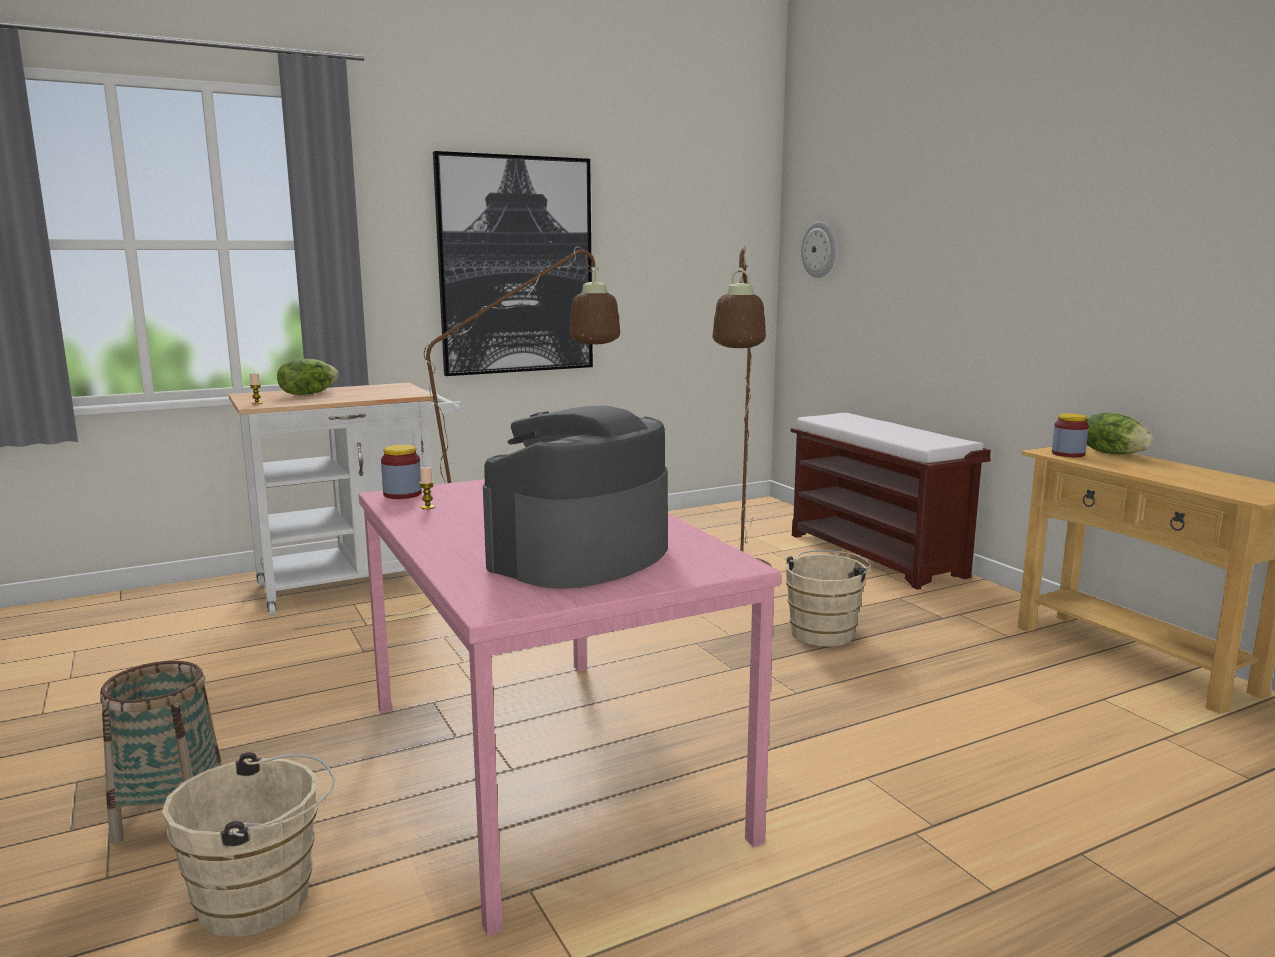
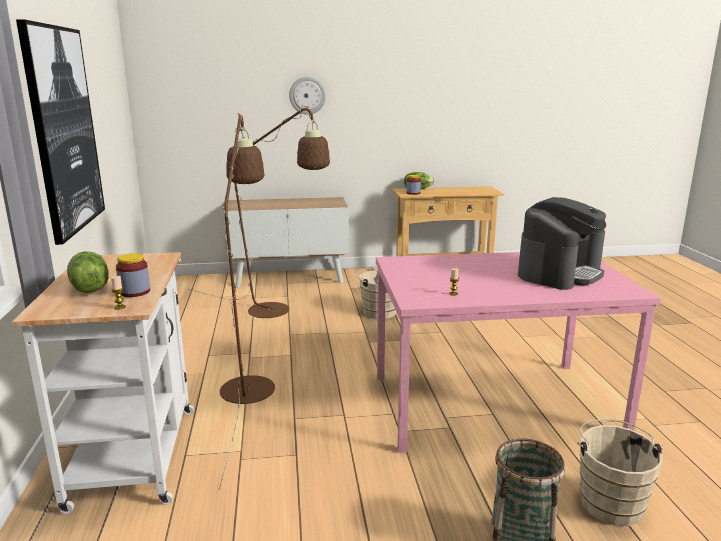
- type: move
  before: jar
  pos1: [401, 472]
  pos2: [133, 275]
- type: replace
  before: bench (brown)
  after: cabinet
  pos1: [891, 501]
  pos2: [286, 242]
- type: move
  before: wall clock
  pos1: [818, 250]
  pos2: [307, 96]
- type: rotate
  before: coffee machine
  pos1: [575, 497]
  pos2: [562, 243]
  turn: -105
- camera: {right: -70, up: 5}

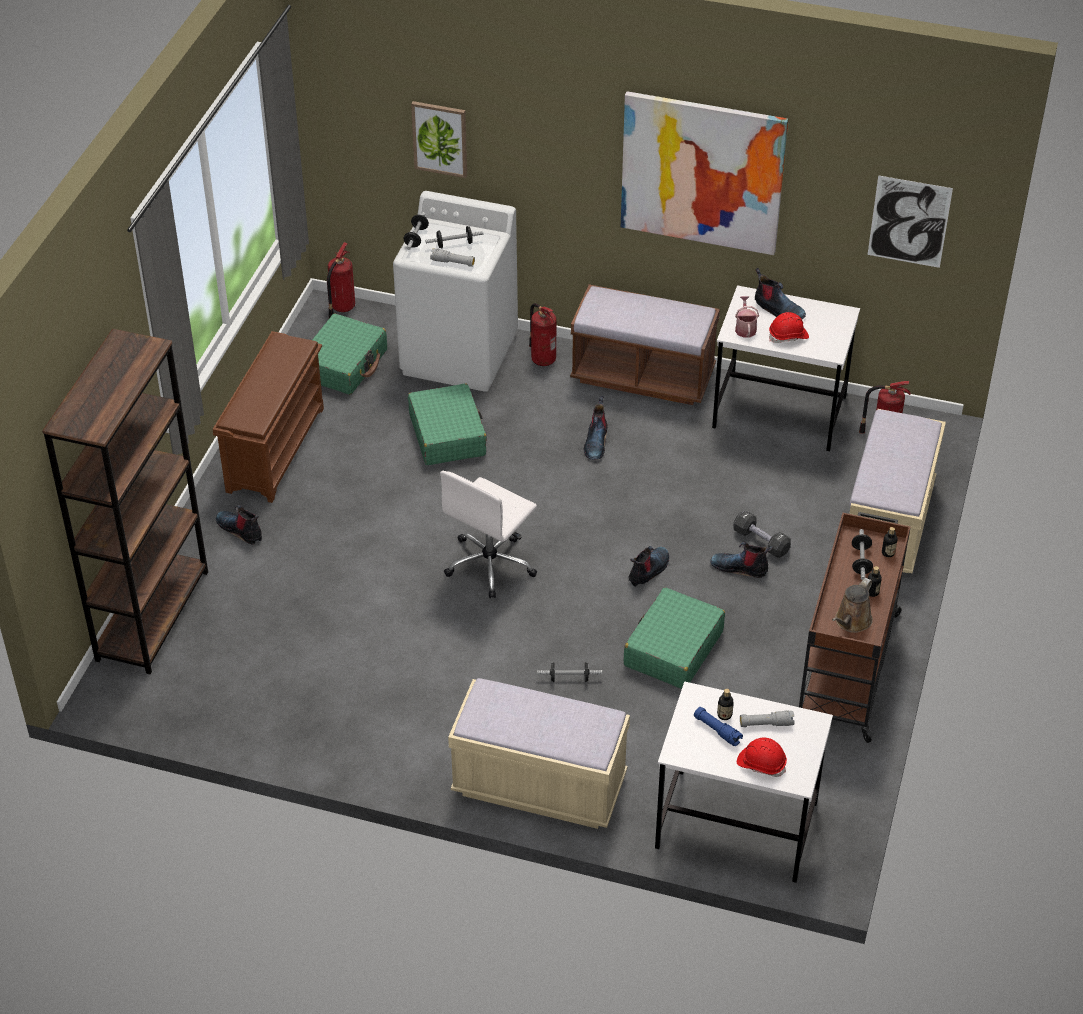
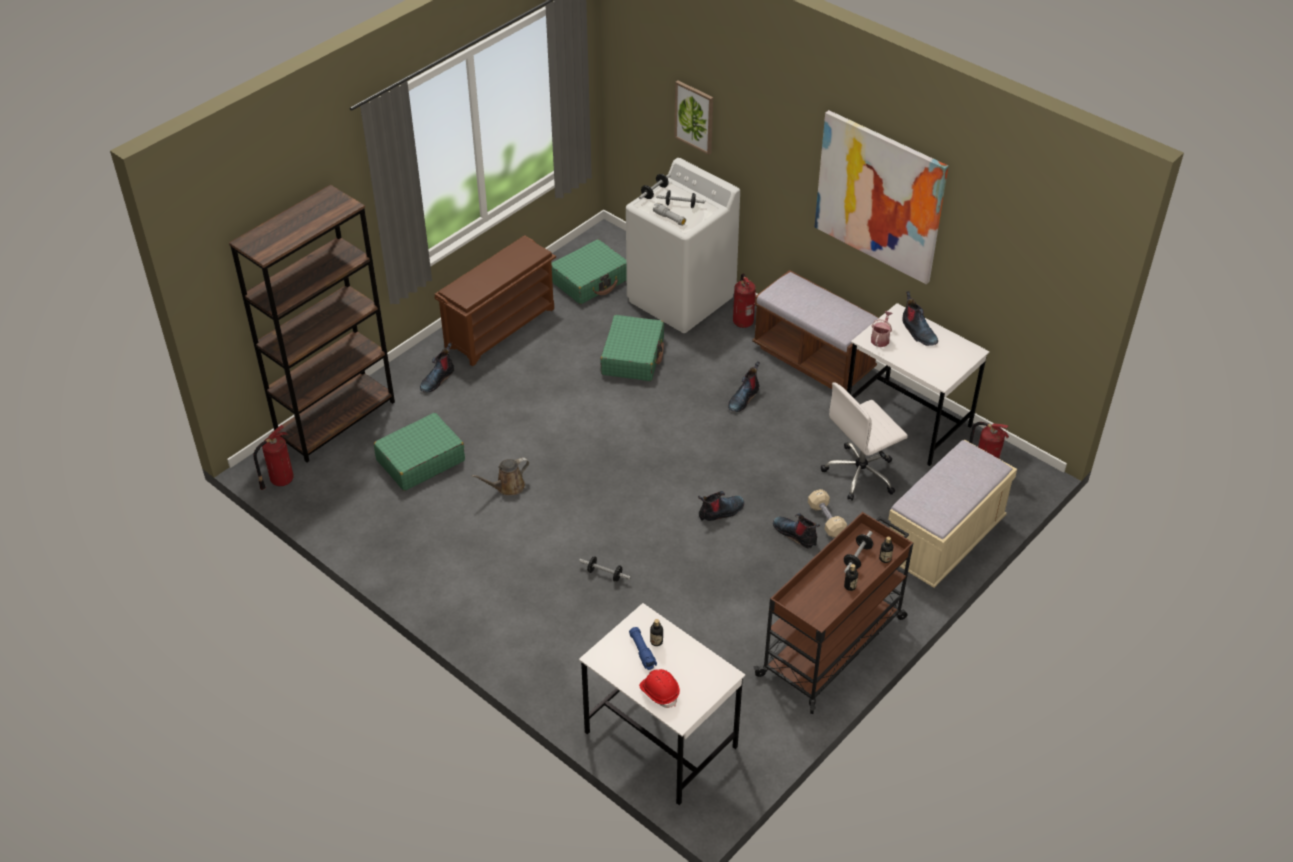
- type: move
  before: fire extinguisher
  pos1: [341, 280]
  pos2: [273, 457]
- type: move
  before: suitcase (green)
  pos1: [674, 638]
  pos2: [419, 452]
- type: rotate
  before: boot
  pos1: [239, 524]
  pos2: [437, 367]
  turn: -120
- type: move
  before: watering can (brown)
  pos1: [852, 605]
  pos2: [500, 476]
- type: recolor
  before: dumbbell (black)
  after: dumbbell (beige)
  pos1: [762, 534]
  pos2: [827, 513]
- type: move
  before: office chair (white)
  pos1: [488, 534]
  pos2: [864, 441]
- type: delete
  before: bench (beige)
  pos1: [539, 753]
- type: delete
  before: flashlight (grey)
  pos1: [767, 718]
- type: delete
  before: hard hat (red)
  pos1: [789, 327]
- type: delete
  before: picture
  pos1: [910, 221]
- camera: {right: 25, up: 0}

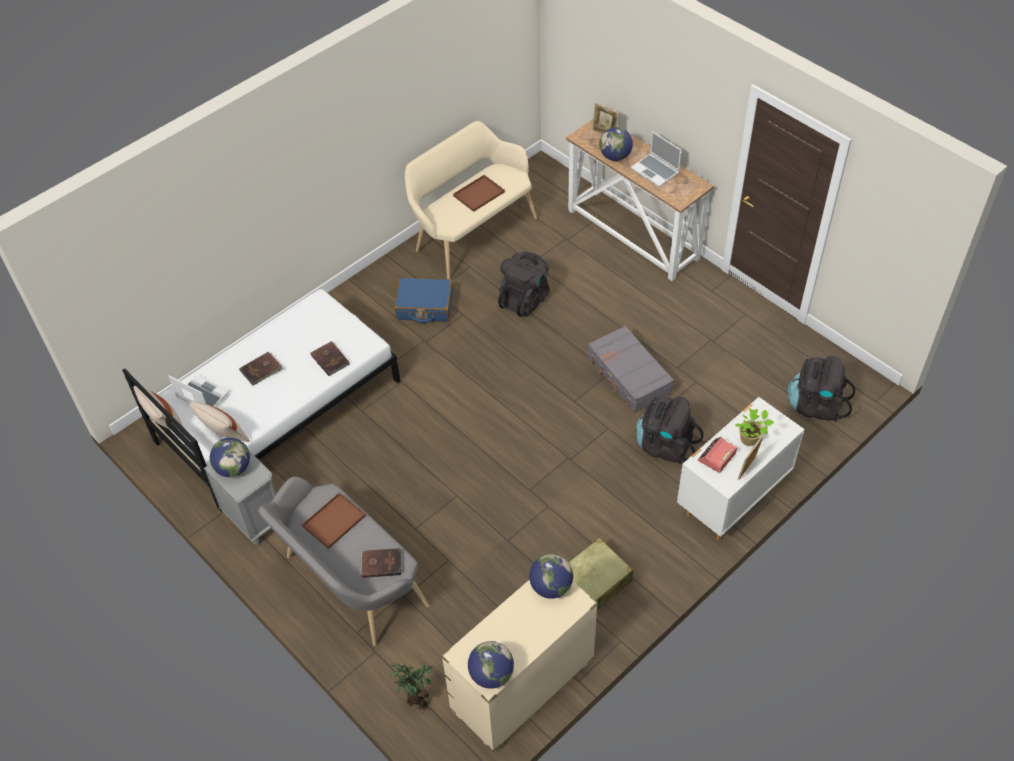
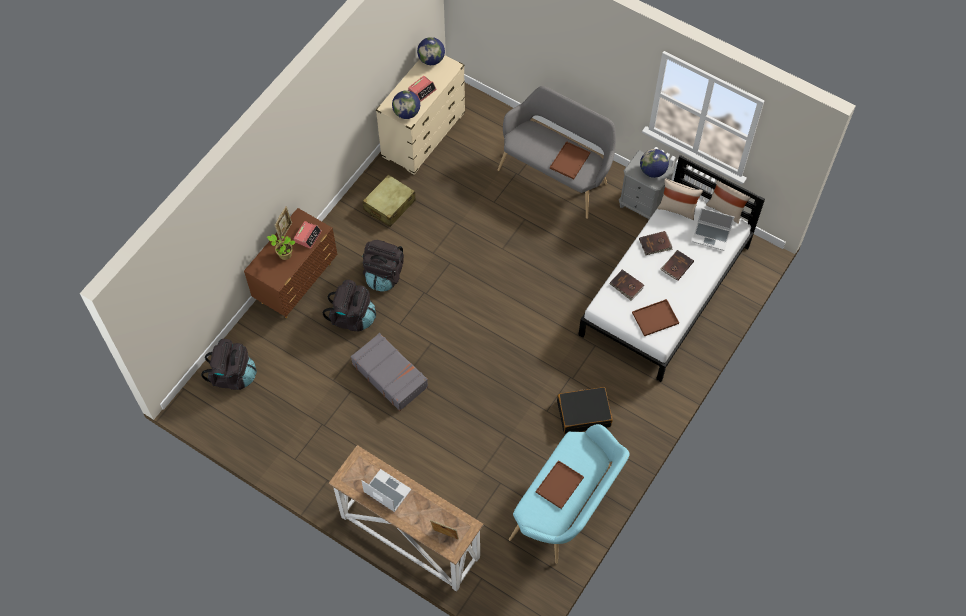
- type: recolor
  before: dresser (white)
  after: dresser (brown)
  pos1: [741, 468]
  pos2: [291, 263]
- type: move
  before: backpack (black)
  pos1: [524, 284]
  pos2: [383, 265]
- type: insert
  after: alarm clock
  pos2: [422, 89]
- type: recolor
  before: bench (beige)
  after: bench (turquoise)
  pos1: [471, 200]
  pos2: [569, 494]
- type: recolor
  before: suitcase (blue)
  after: suitcase (black)
  pos1: [423, 300]
  pos2: [585, 410]
- type: insert
  after: tray (brown)
  pos2: [655, 317]
- type: move
  before: book (brown)
  pos1: [380, 563]
  pos2: [656, 243]
- type: delete
  before: potted plant
  pos1: [411, 687]
- type: delete
  before: globe
  pos1: [616, 144]
- camera: {right: 165, up: 10}

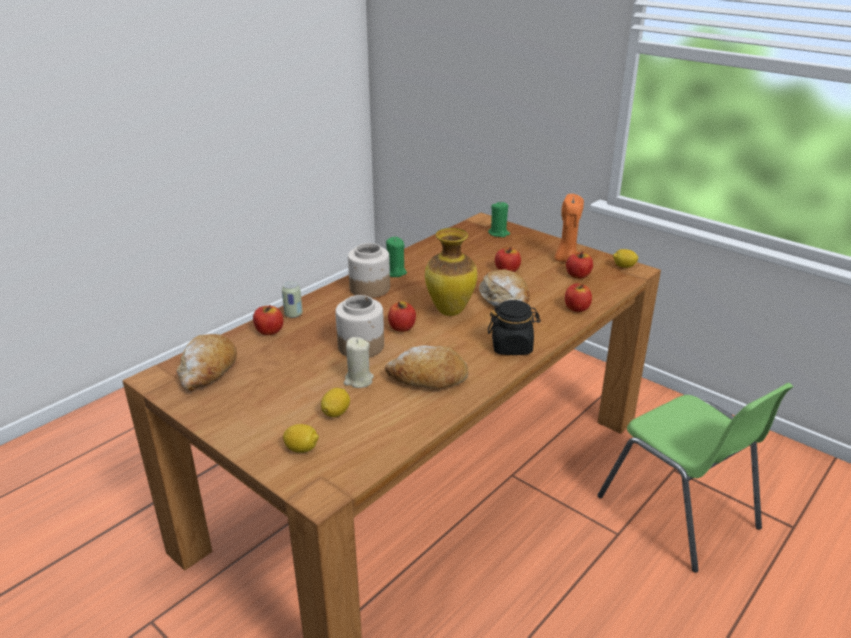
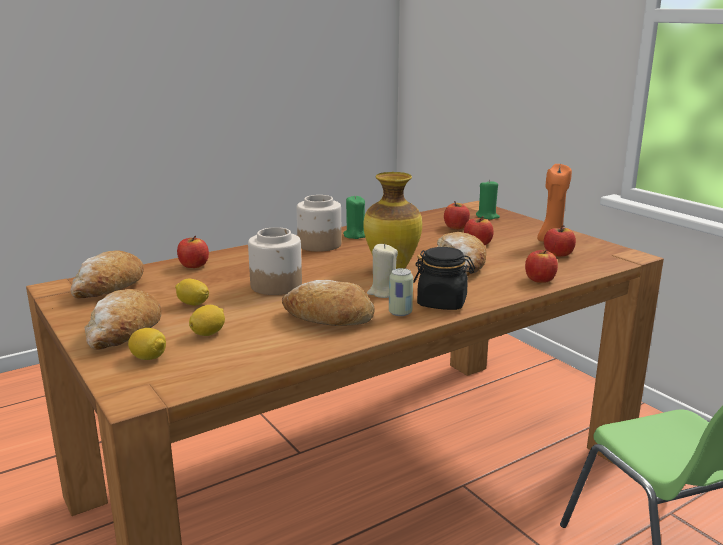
- type: insert
  after: bread
  pos2: [123, 319]
- type: move
  before: lemon
  pos1: [625, 258]
  pos2: [192, 292]
- type: move
  before: candle (beige)
  pos1: [359, 362]
  pos2: [382, 271]
- type: move
  before: can
  pos1: [292, 299]
  pos2: [401, 292]
- type: move
  before: apple
  pos1: [402, 316]
  pos2: [457, 215]
- camera: {right: 15, up: -10}

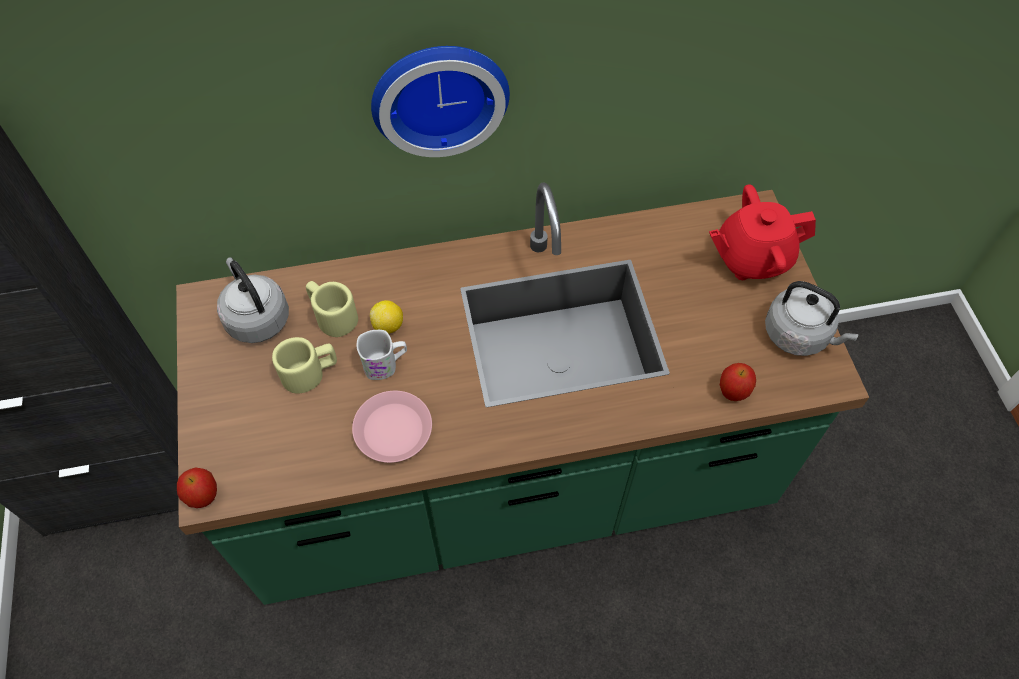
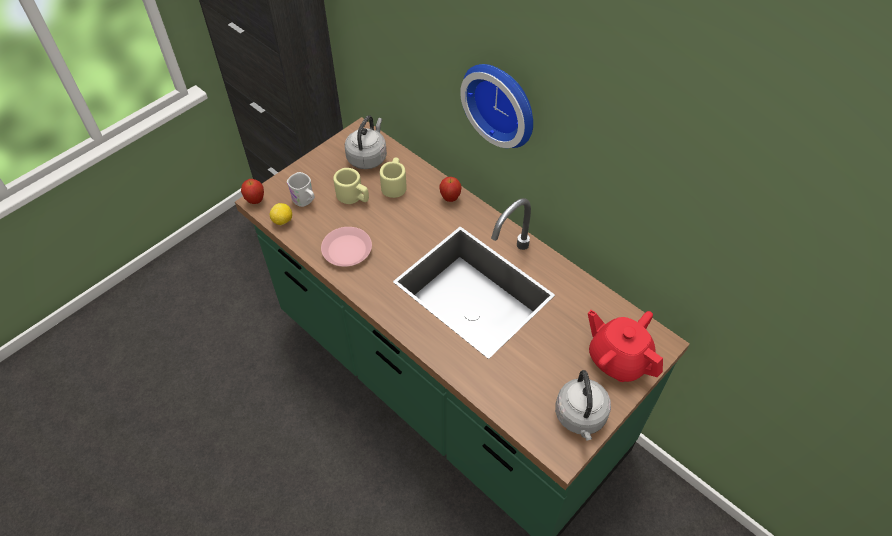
- type: move
  before: lemon
  pos1: [386, 317]
  pos2: [281, 214]
- type: move
  before: mug (white)
  pos1: [381, 355]
  pos2: [301, 189]
- type: move
  before: apple
  pos1: [738, 382]
  pos2: [450, 189]
- camera: {right: 55, up: -5}

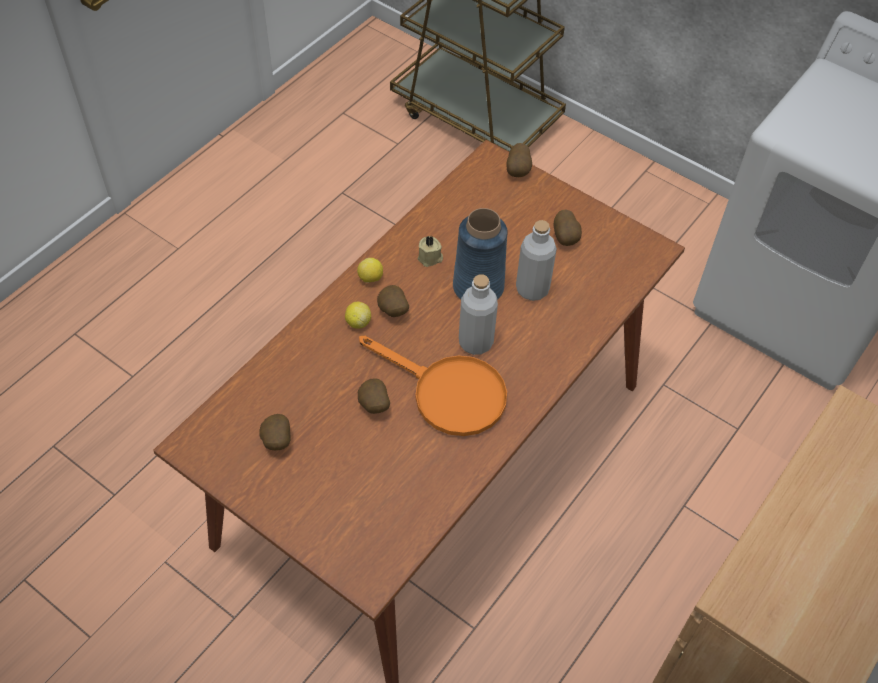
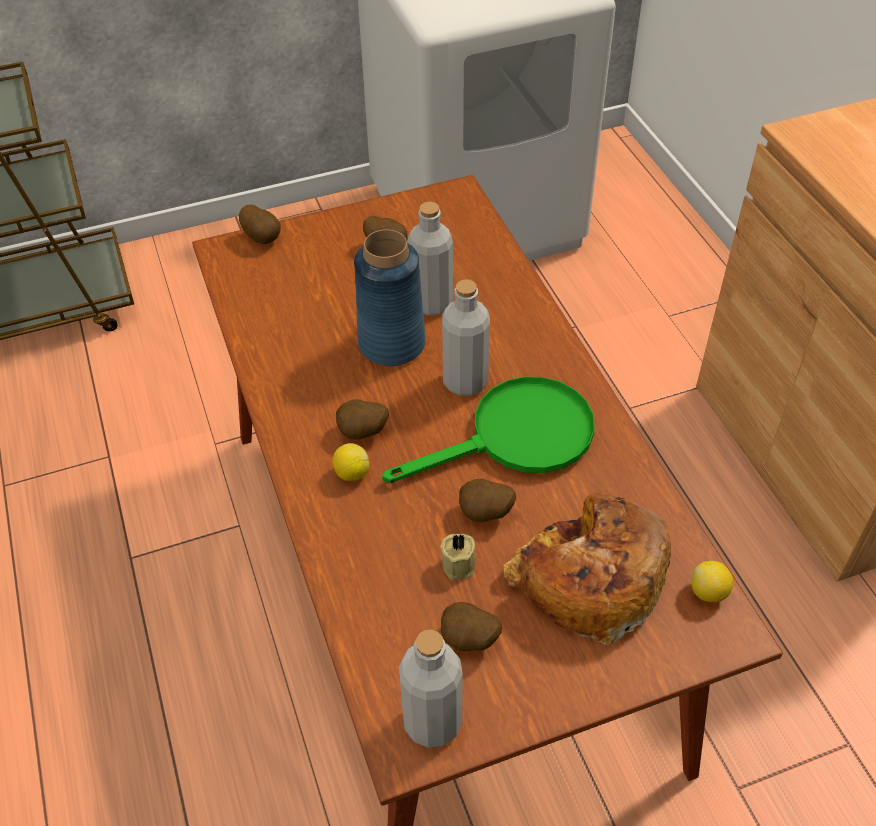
- type: recolor
  before: frying pan (orange)
  after: frying pan (green)
  pos1: [433, 386]
  pos2: [488, 430]
- type: insert
  after: bottle (grey)
  pos2: [431, 688]
- type: move
  before: candle (beige)
  pos1: [430, 251]
  pos2: [458, 556]
- type: insert
  after: bread
  pos2: [587, 569]
- type: move
  before: lemon
  pos1: [370, 270]
  pos2: [712, 581]
- camera: {right: -55, up: -5}

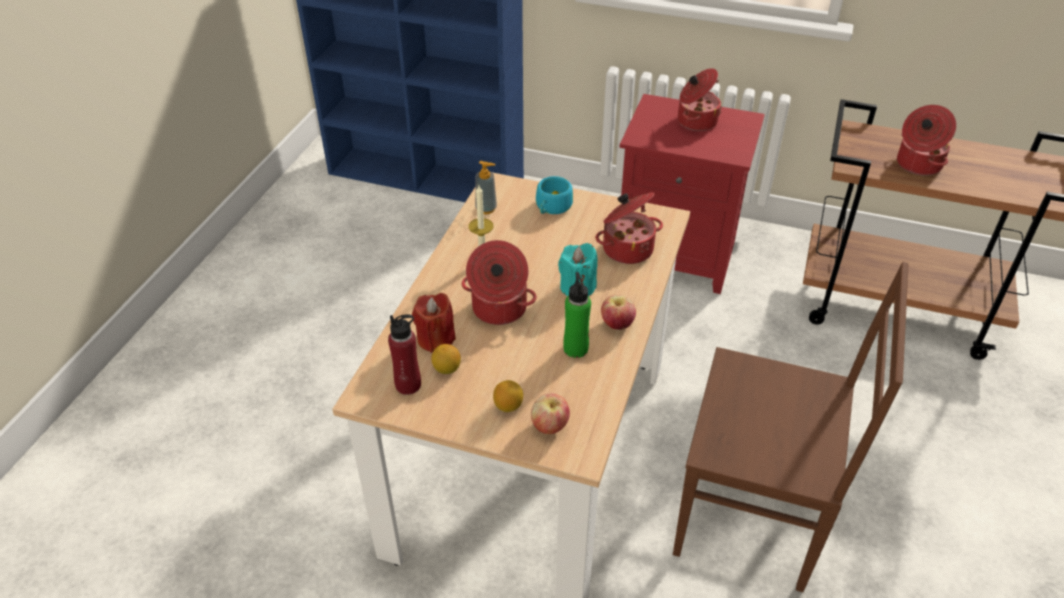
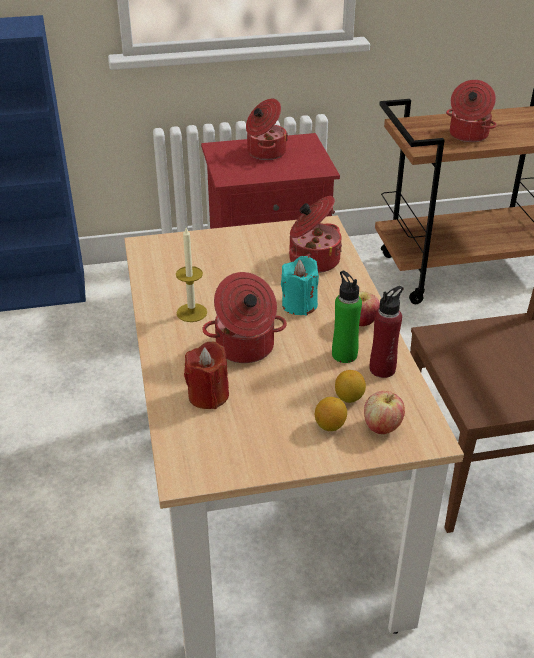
- type: move
  before: lemon
  pos1: [446, 359]
  pos2: [350, 386]
- type: move
  before: bottle (red)
  pos1: [404, 354]
  pos2: [386, 332]
- type: delete
  before: soap dispenser
  pos1: [486, 187]
- type: delete
  before: cup (turquoise)
  pos1: [554, 195]
- camera: {right: -30, up: -5}

